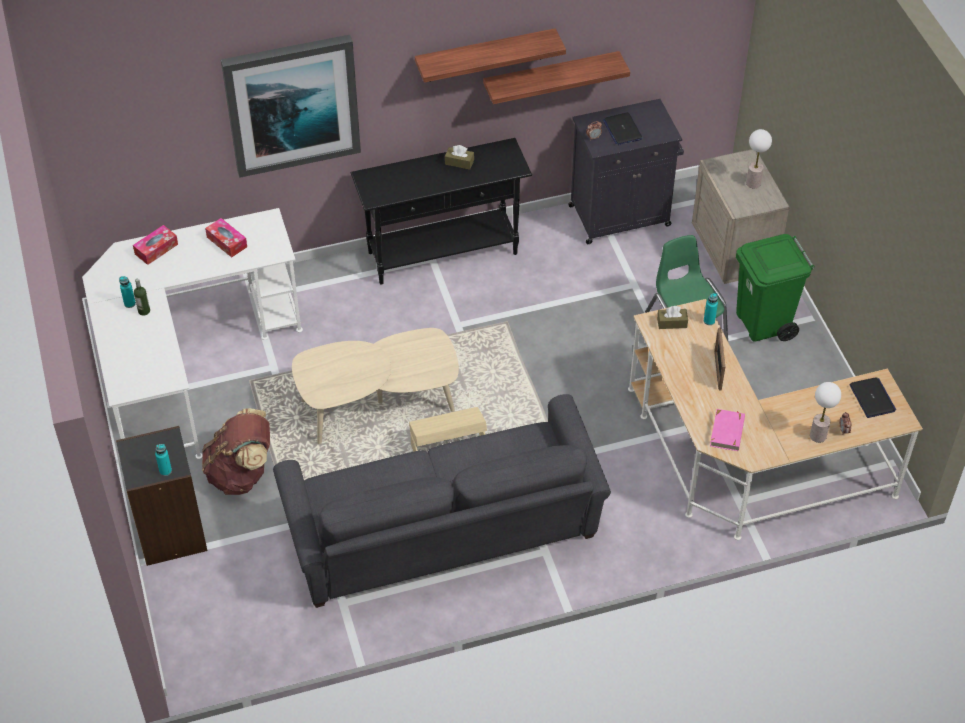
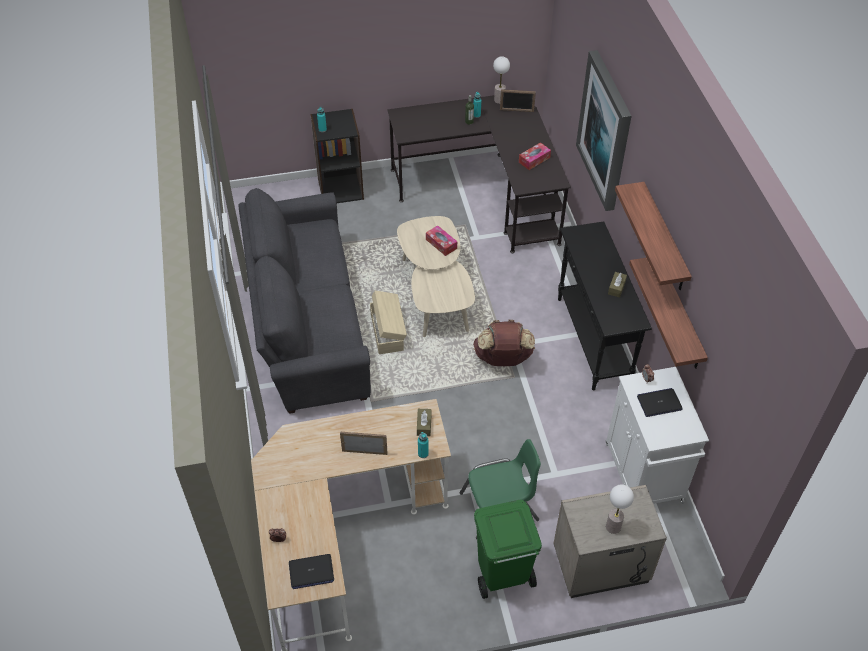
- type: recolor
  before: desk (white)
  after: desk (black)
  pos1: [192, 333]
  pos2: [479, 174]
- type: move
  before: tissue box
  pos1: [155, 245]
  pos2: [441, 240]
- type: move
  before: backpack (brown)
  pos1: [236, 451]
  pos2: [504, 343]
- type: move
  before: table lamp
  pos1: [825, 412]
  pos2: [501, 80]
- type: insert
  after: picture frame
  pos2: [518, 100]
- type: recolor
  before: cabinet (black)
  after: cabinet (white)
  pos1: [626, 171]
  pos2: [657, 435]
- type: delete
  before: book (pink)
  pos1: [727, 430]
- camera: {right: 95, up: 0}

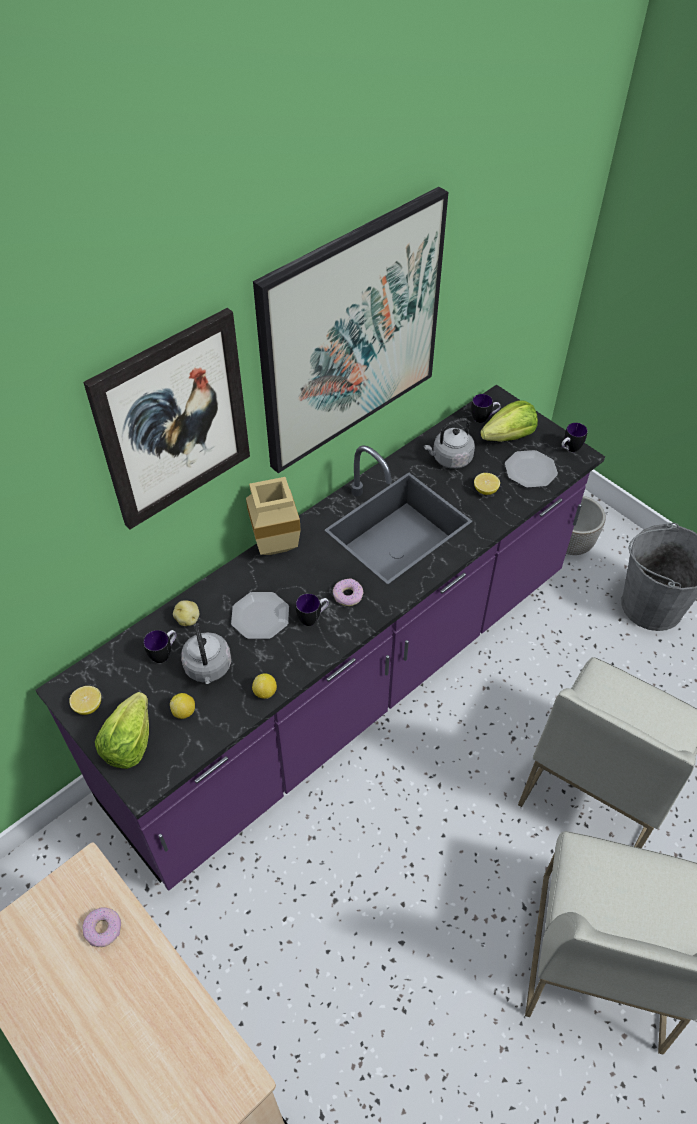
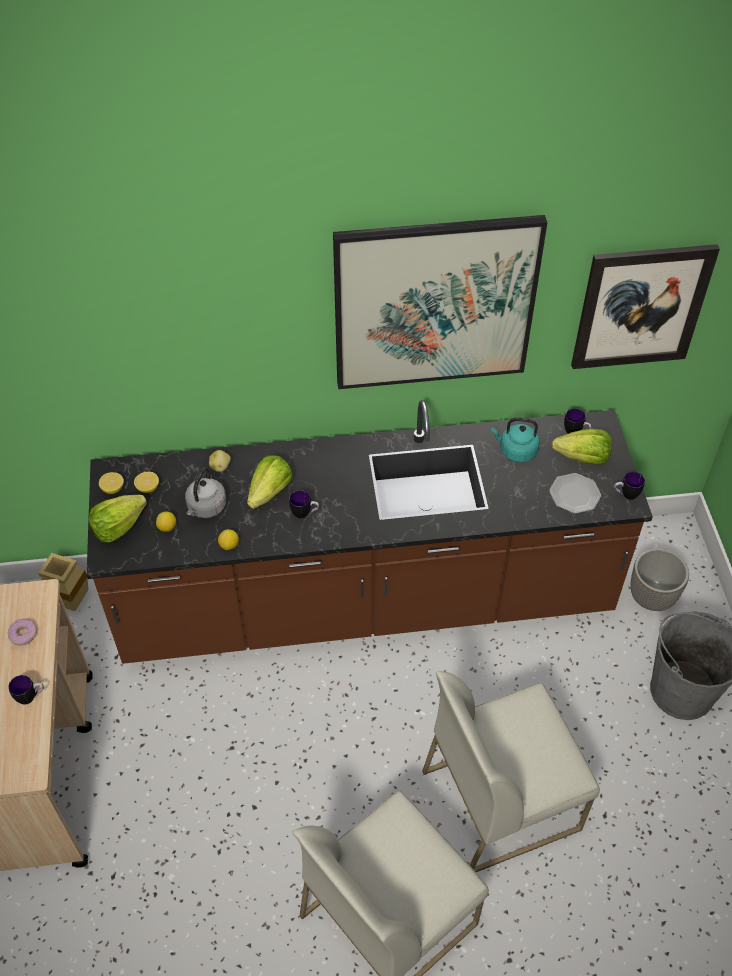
- type: move
  before: mug
  pos1: [160, 646]
  pos2: [26, 690]
- type: move
  before: vase (beige)
  pos1: [273, 516]
  pos2: [63, 582]
- type: recolor
  before: counter (purple)
  after: counter (brown)
  pos1: [320, 638]
  pos2: [370, 532]
- type: move
  before: lemon
  pos1: [487, 484]
  pos2: [146, 482]
- type: replace
  before: plate
  after: lettuce
  pos1: [260, 615]
  pos2: [270, 482]
- type: recolor
  before: kettle (grey)
  after: kettle (turquoise)
  pos1: [449, 443]
  pos2: [515, 440]
- type: move
  before: picture
  pos1: [166, 419]
  pos2: [645, 306]
- type: delete
  before: donut
  pos1: [348, 592]
- camera: {right: 35, up: 0}

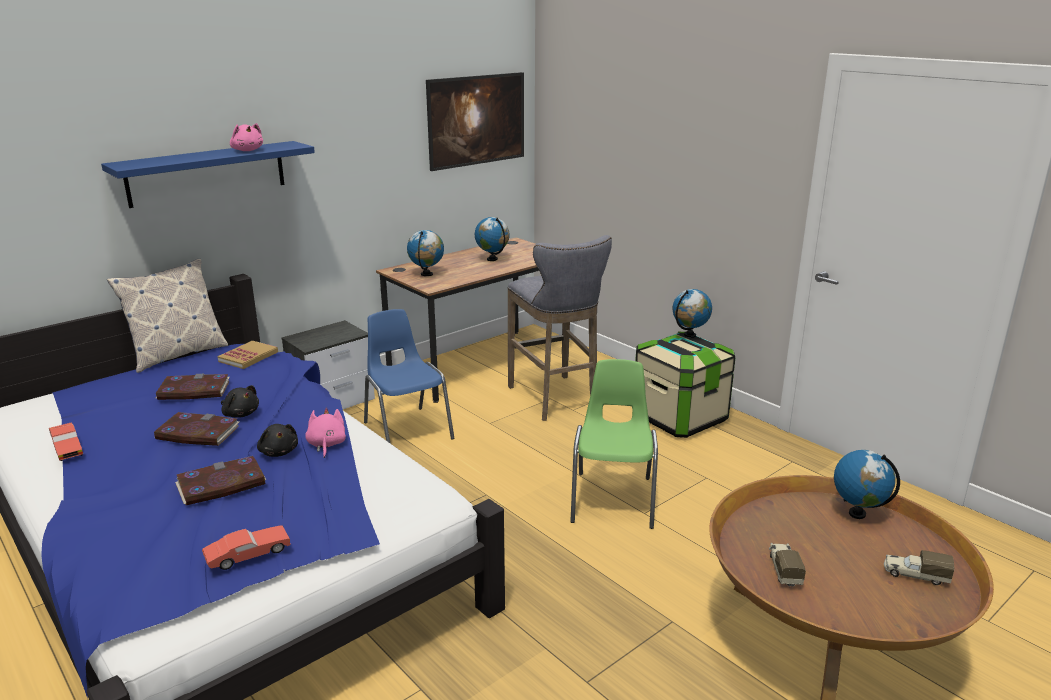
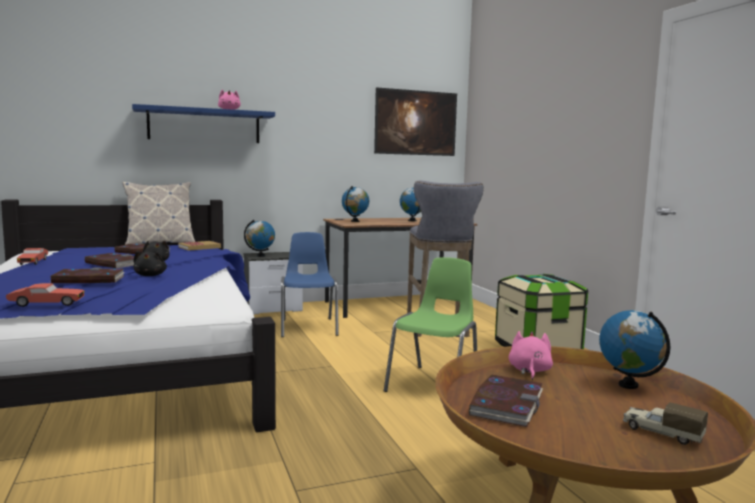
- type: move
  before: globe
  pos1: [692, 313]
  pos2: [259, 238]
- type: replace
  before: toy truck
  after: book
  pos1: [787, 565]
  pos2: [506, 401]
- type: move
  before: plush toy (pink)
  pos1: [325, 433]
  pos2: [530, 355]
- camera: {right: 20, up: -15}

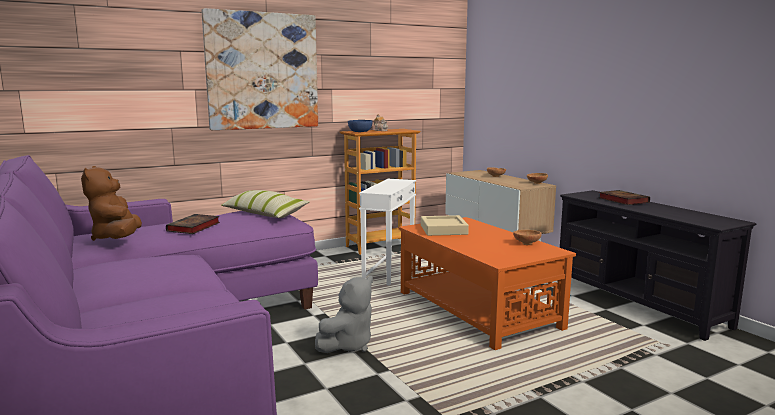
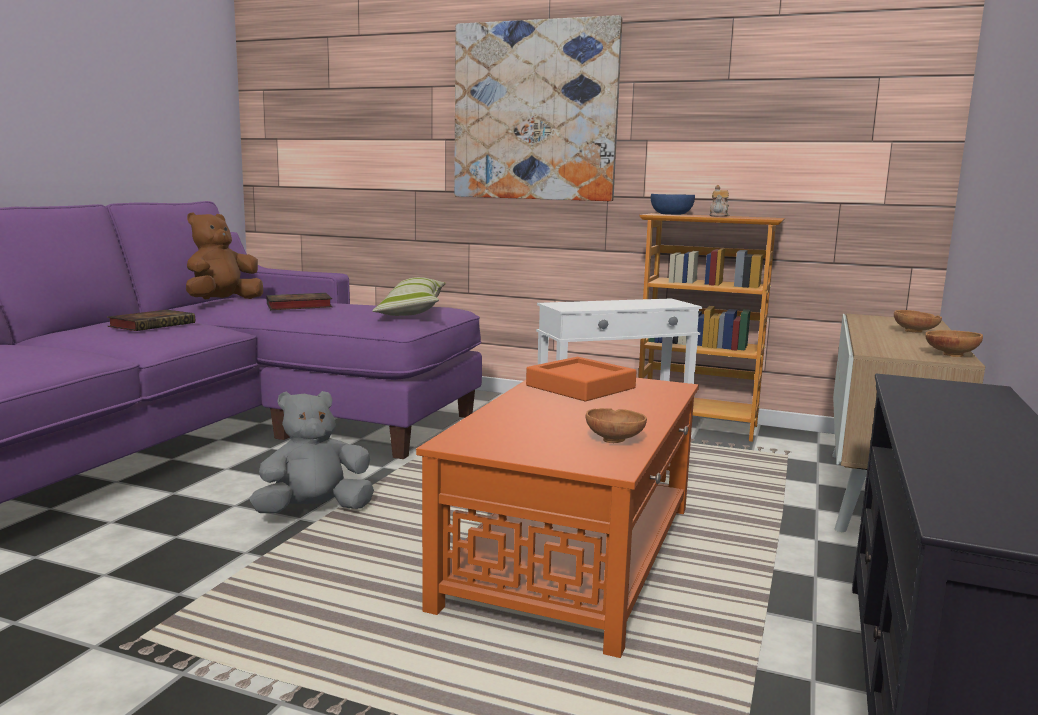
- type: move
  before: book
  pos1: [624, 197]
  pos2: [151, 320]
- type: rotate
  before: plush toy (grey)
  pos1: [344, 314]
  pos2: [312, 452]
  turn: 150
- type: recolor
  before: tray (beige)
  after: tray (orange)
  pos1: [445, 225]
  pos2: [581, 379]
- camera: {right: 50, up: 0}

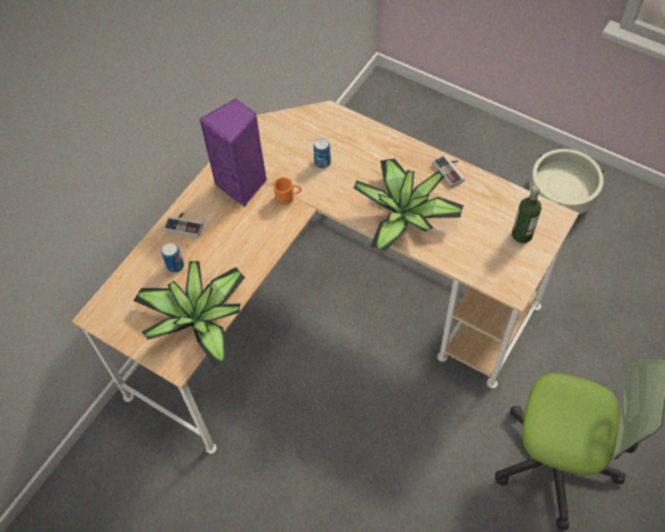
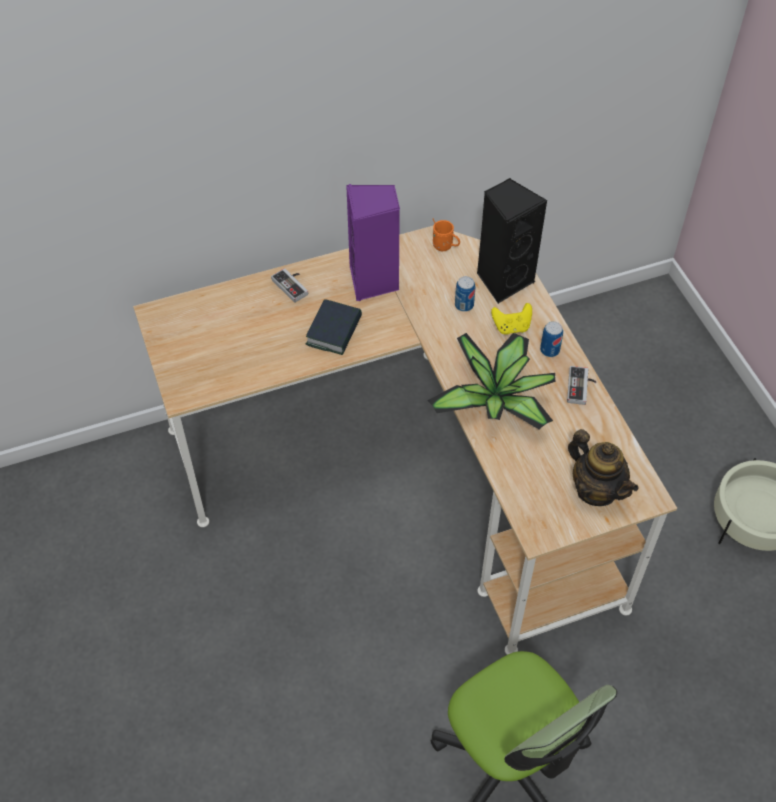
- type: insert
  after: book
  pos2: [333, 327]
- type: move
  before: mug (orange)
  pos1: [286, 191]
  pos2: [446, 234]
- type: insert
  after: speaker (black)
  pos2: [512, 241]
- type: insert
  after: game controller (yellow)
  pos2: [511, 319]
- type: move
  before: can
  pos1: [173, 258]
  pos2: [551, 339]
- type: replace
  before: bottle
  after: teapot
  pos1: [526, 214]
  pos2: [603, 467]
- type: delete
  before: potted plant
  pos1: [189, 313]
- camera: {right: 35, up: -5}

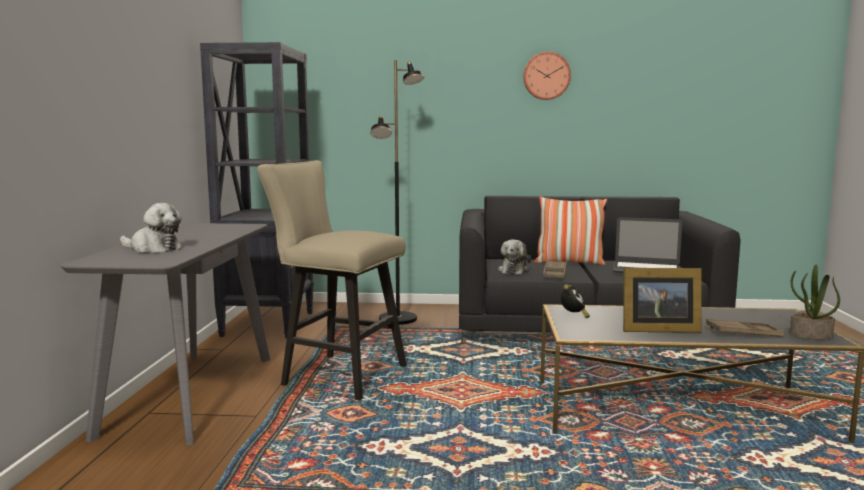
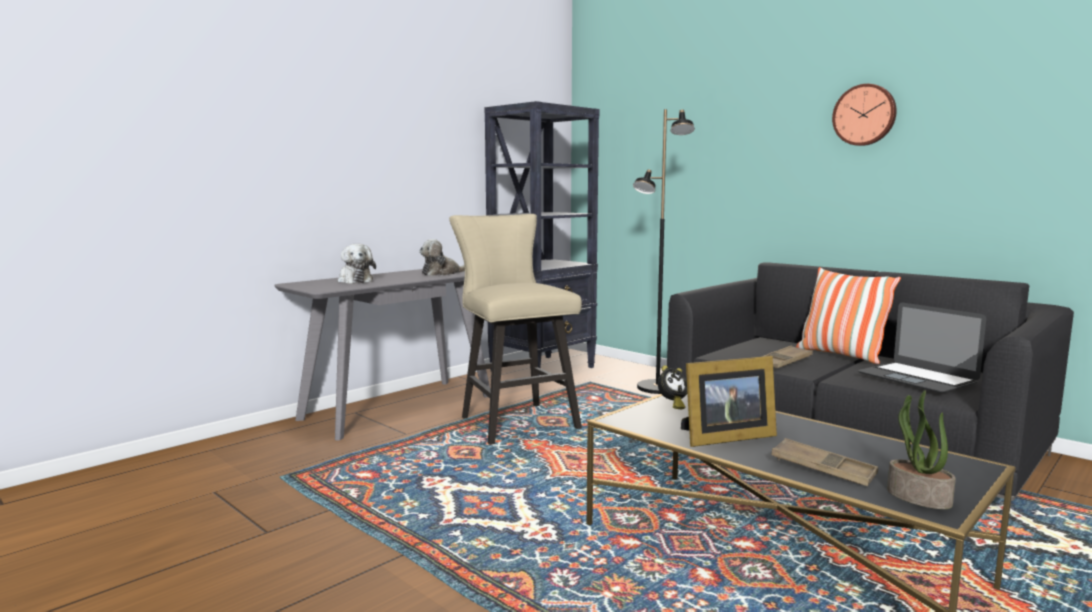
- type: move
  before: plush toy
  pos1: [514, 257]
  pos2: [442, 257]
- type: rotate
  before: picture frame
  pos1: [662, 300]
  pos2: [729, 401]
  turn: -60
- camera: {right: 40, up: 0}

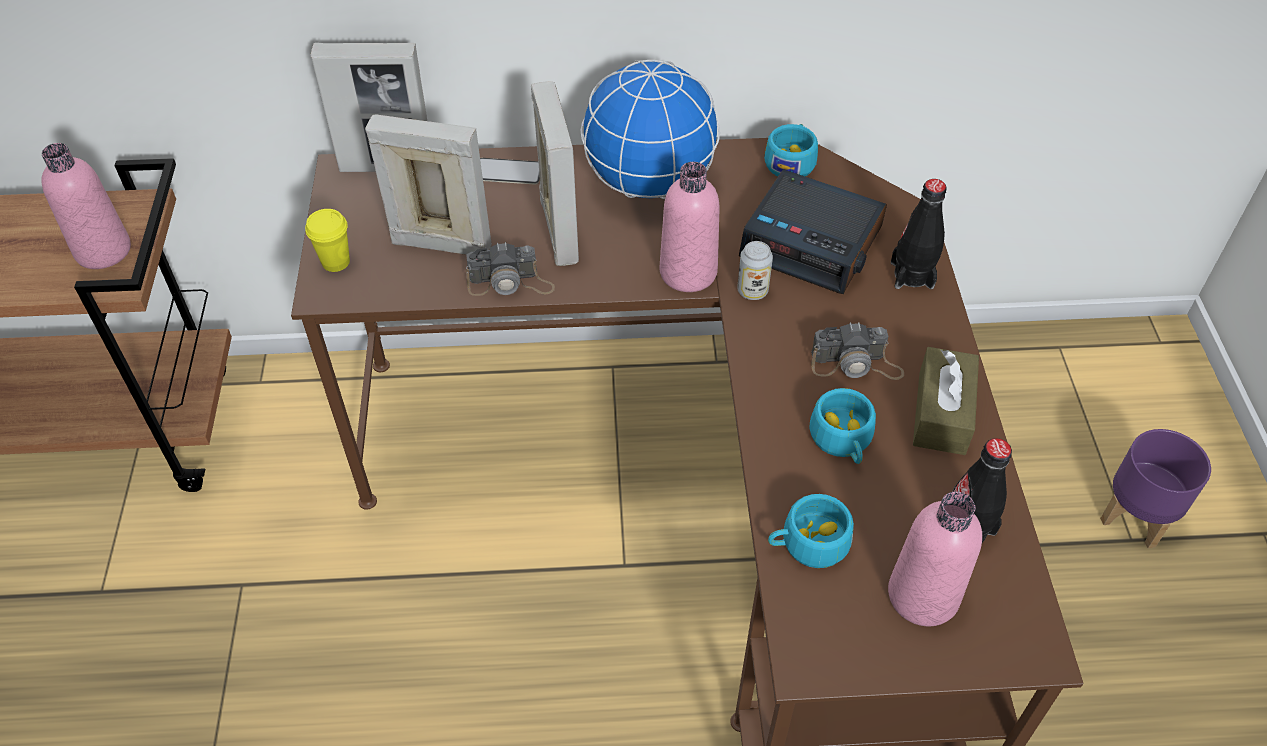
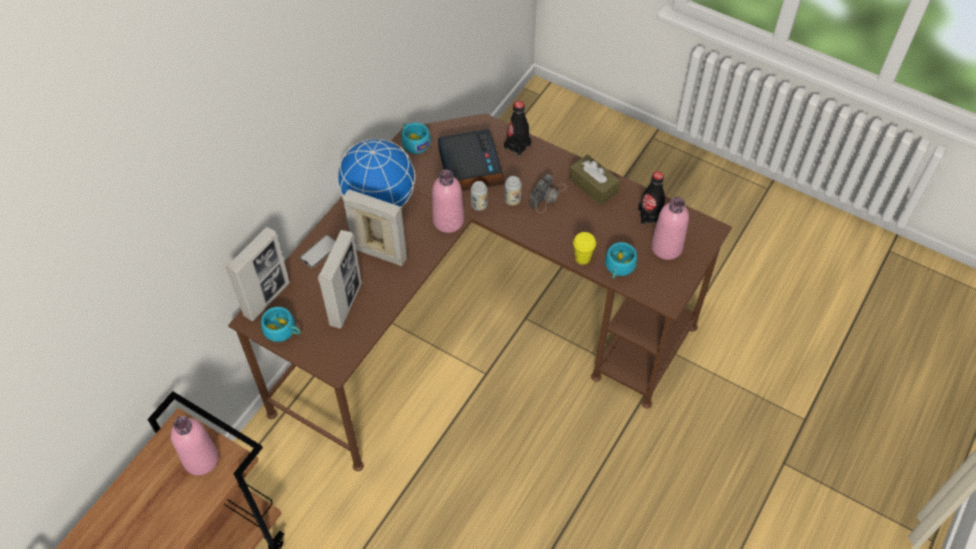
- type: move
  before: cup (turquoise)
  pos1: [842, 426]
  pos2: [281, 324]
- type: rotate
  before: picture frame
  pos1: [428, 184]
  pos2: [340, 279]
  turn: 150
- type: rotate
  before: alarm clock
  pos1: [813, 231]
  pos2: [471, 160]
  turn: -75
- type: insert
  after: can
  pos2: [513, 191]
- type: move
  before: cup (yellow)
  pos1: [327, 240]
  pos2: [584, 248]
- type: delete
  before: photo camera
  pos1: [510, 269]
- type: delete
  before: planter (purple)
  pos1: [1155, 488]
- camera: {right: -55, up: 5}

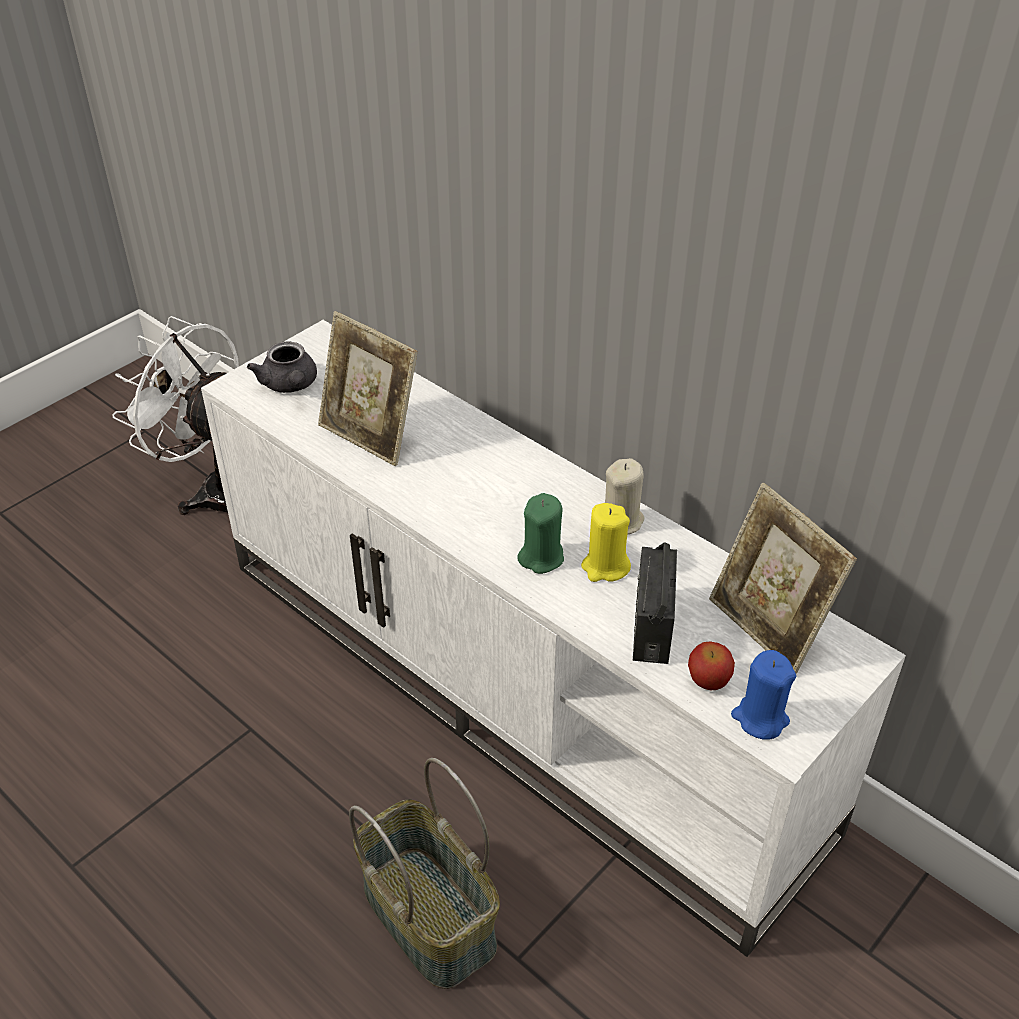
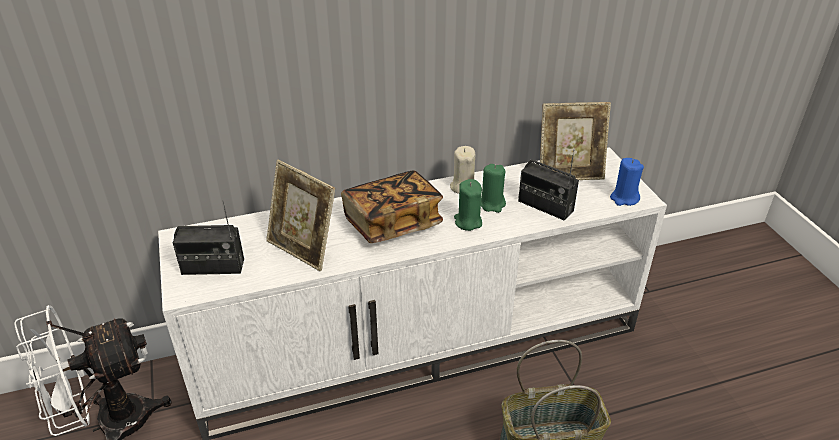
- type: replace
  before: teapot (grey)
  after: radio
  pos1: [282, 367]
  pos2: [208, 237]
- type: rotate
  before: picture frame
  pos1: [367, 388]
  pos2: [300, 215]
  turn: 60
- type: insert
  after: book
  pos2: [392, 206]
- type: recolor
  before: candle (yellow)
  after: candle (green)
  pos1: [606, 542]
  pos2: [493, 188]
- type: delete
  before: apple
  pos1: [711, 666]
- camera: {right: -60, up: -5}

